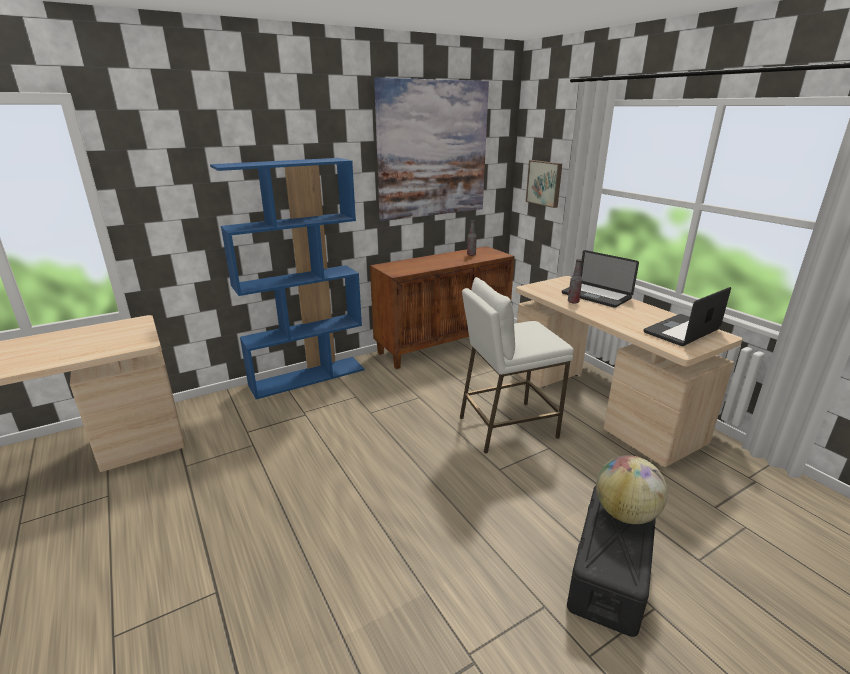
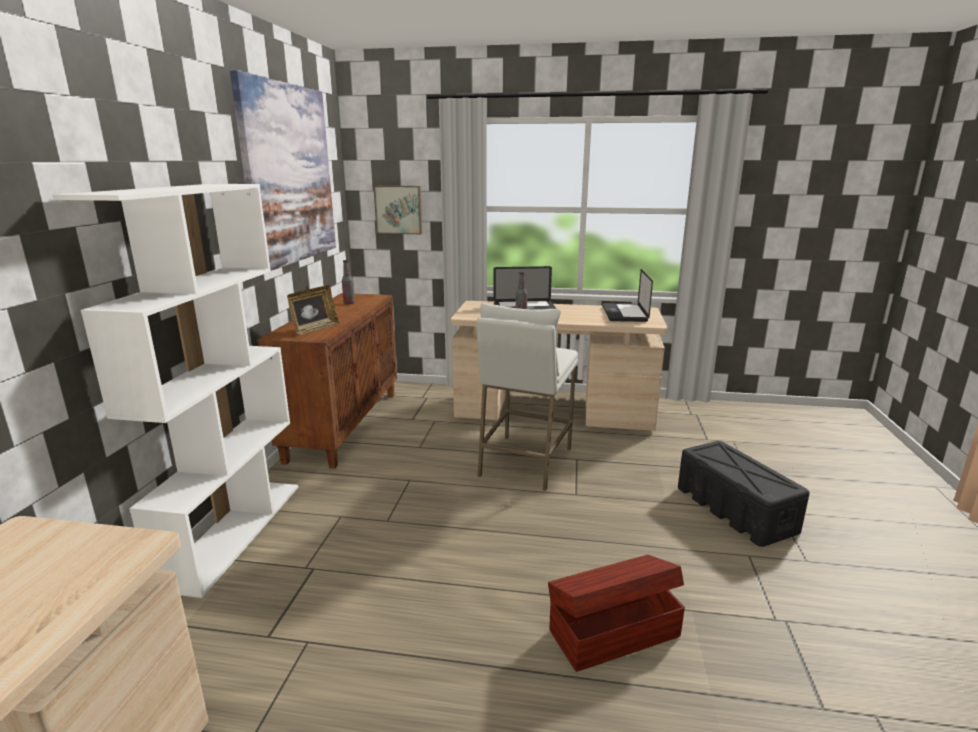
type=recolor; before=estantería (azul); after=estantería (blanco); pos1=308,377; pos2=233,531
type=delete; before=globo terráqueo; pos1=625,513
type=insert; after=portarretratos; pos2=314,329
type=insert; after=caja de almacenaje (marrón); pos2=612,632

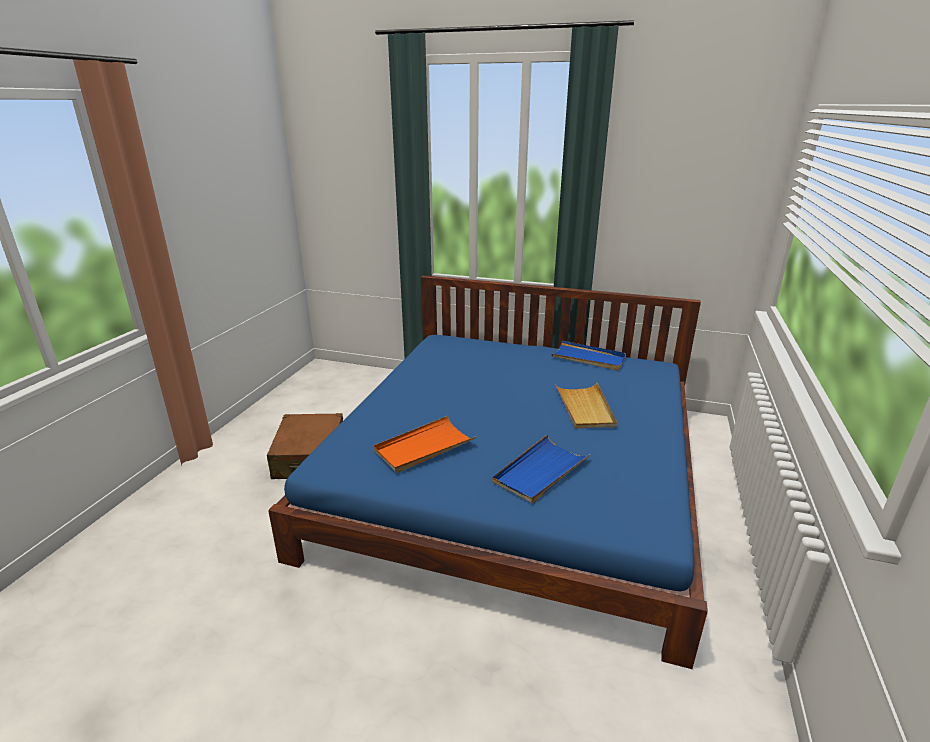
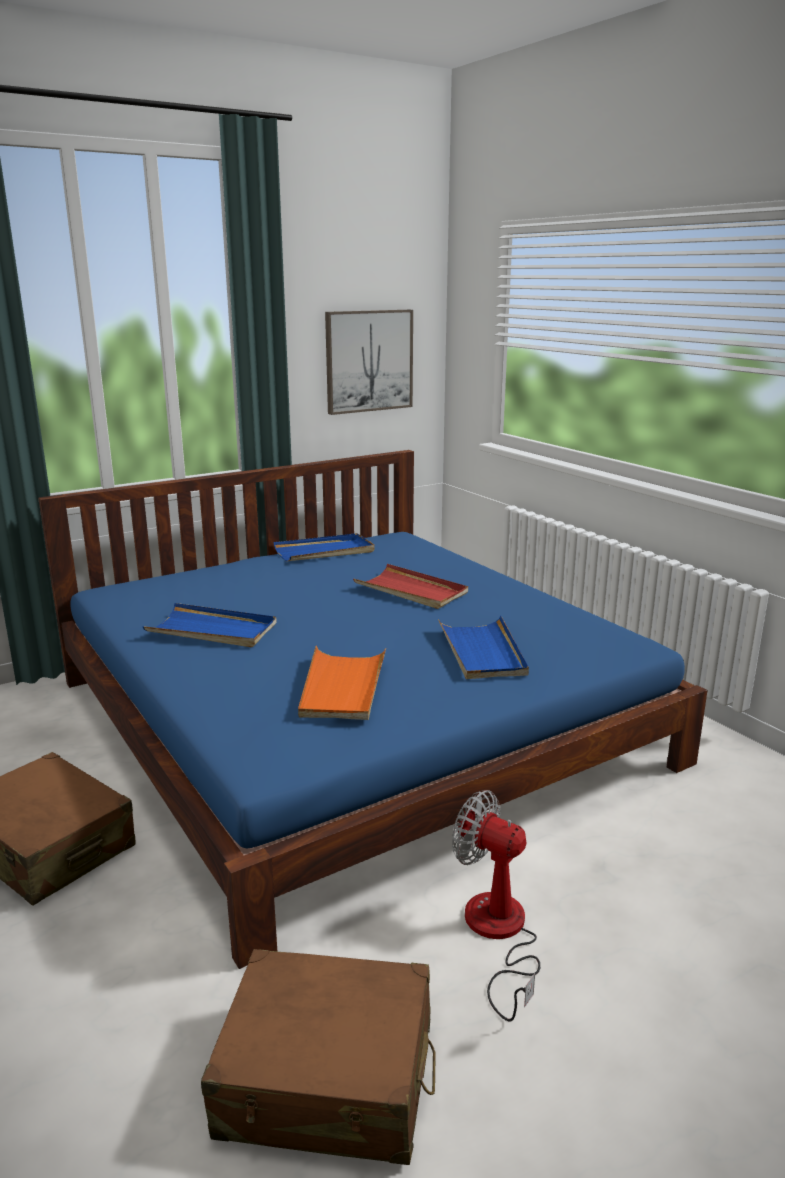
type=recolor; before=bandeja (beis); after=bandeja (rojo); pos1=585,408; pos2=411,590
type=insert; after=bandeja (azul); pos2=212,630
type=insert; after=maleta (marrón); pos2=327,1078
type=insert; after=cuadro; pos2=368,361
type=insert; after=ventilador; pos2=498,934

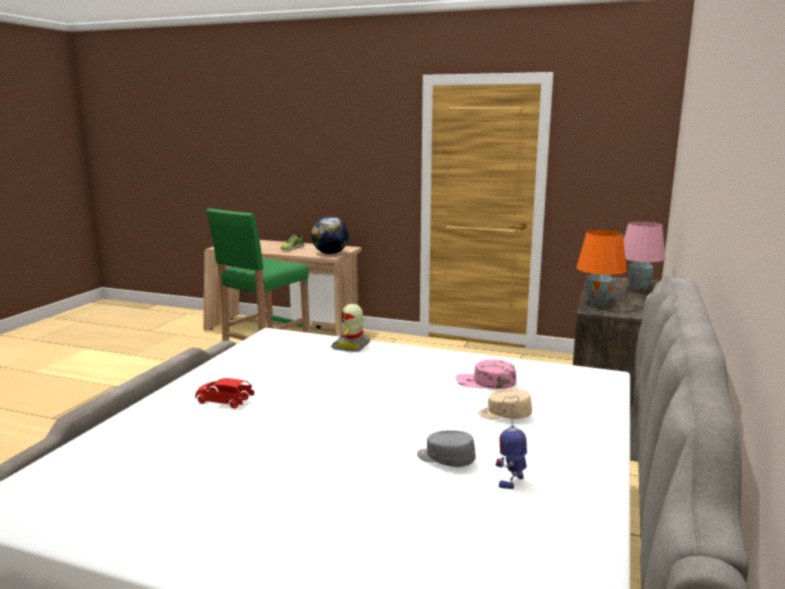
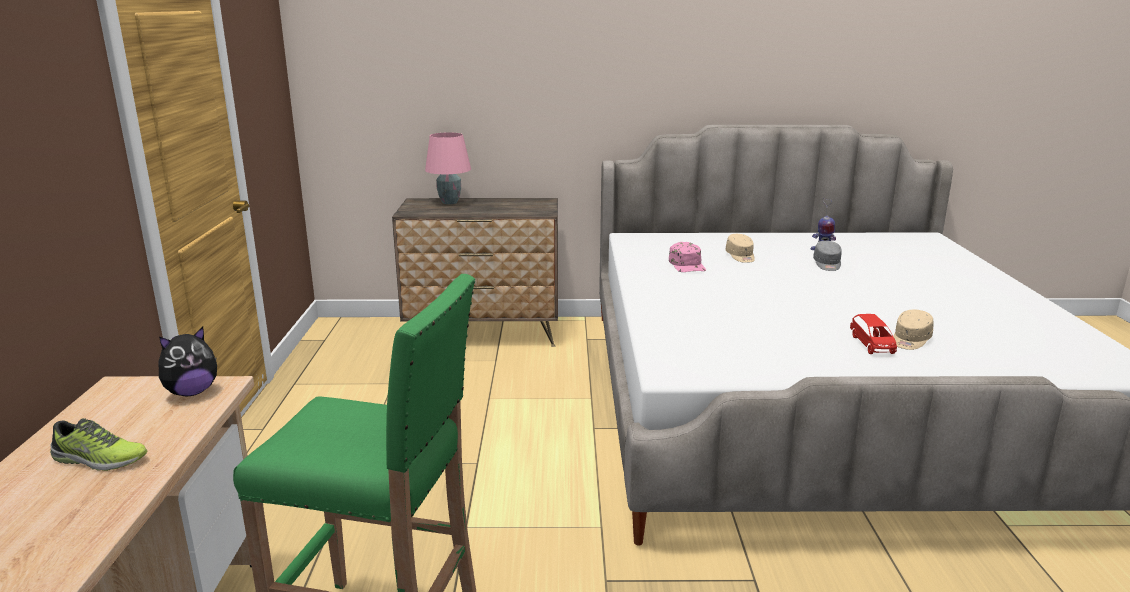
type=replace; before=globo terráqueo; after=peluche; pos1=330,253; pos2=191,392
type=delete; before=robot de juguete; pos1=352,346
type=delete; before=lámpara de mesa (naranja); pos1=598,303
type=insert; after=gorra (beis); pos2=910,340

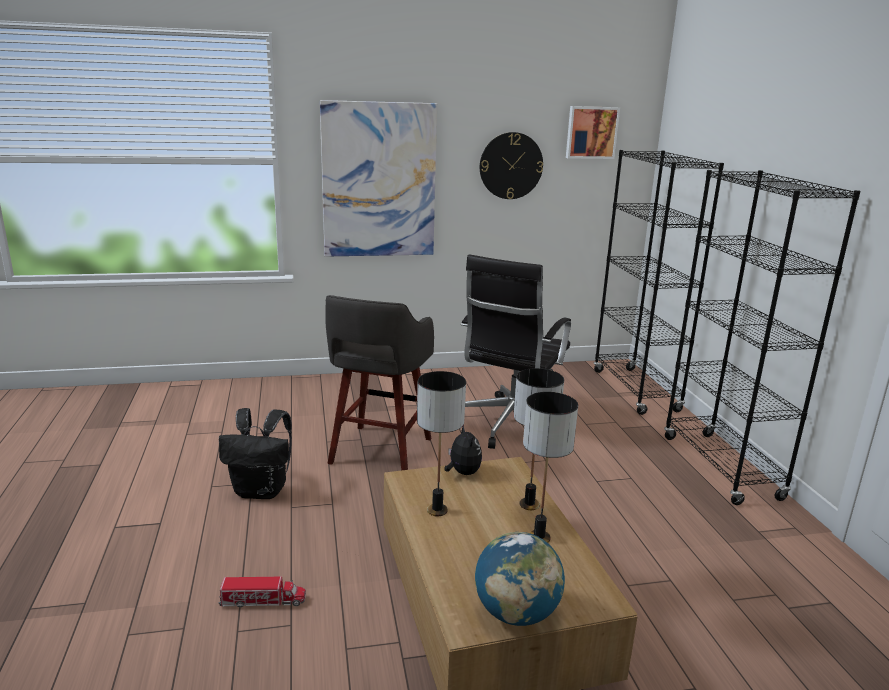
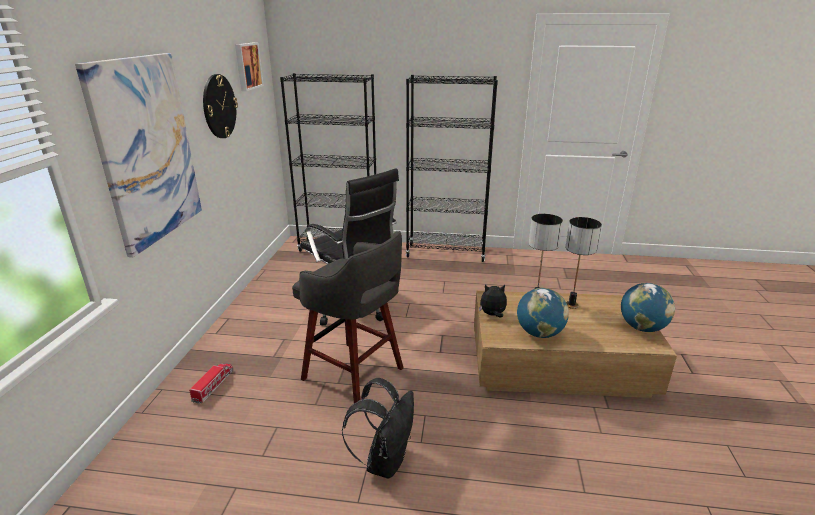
type=move; before=camión de juguete; pos1=263,601; pos2=213,385
type=replace; before=lámpara de mesa; after=globo terráqueo; pos1=438,510; pos2=539,333

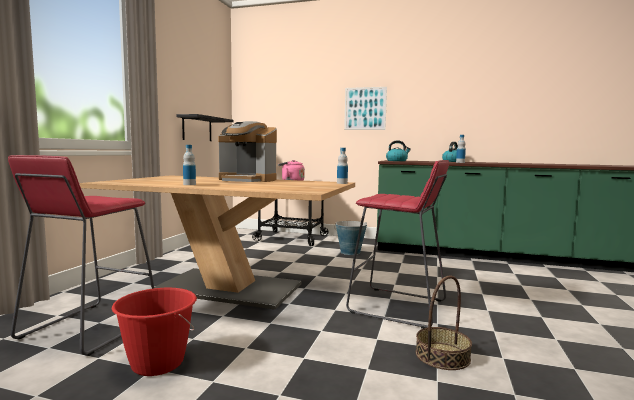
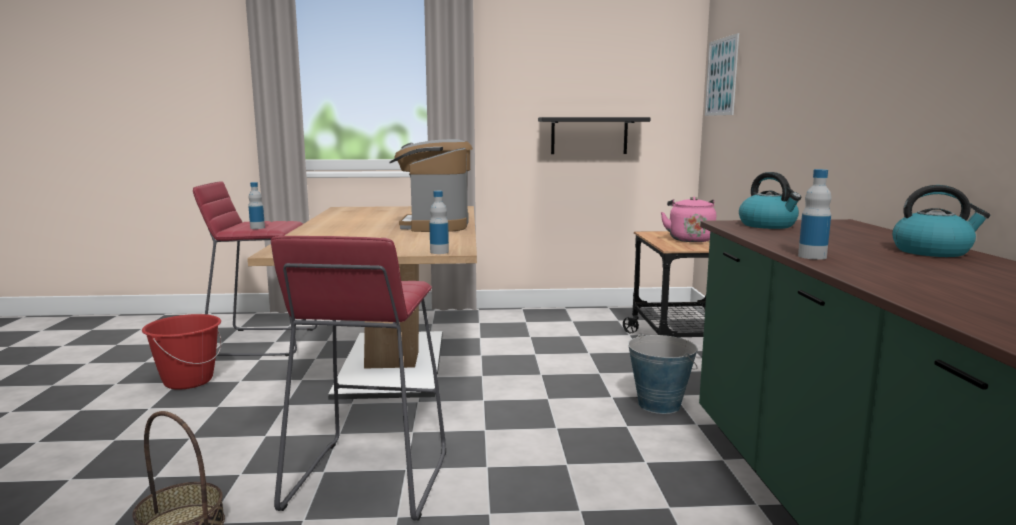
type=move; before=botella; pos1=189,184; pos2=257,228
type=move; before=cuadro; pos1=365,108; pos2=721,77

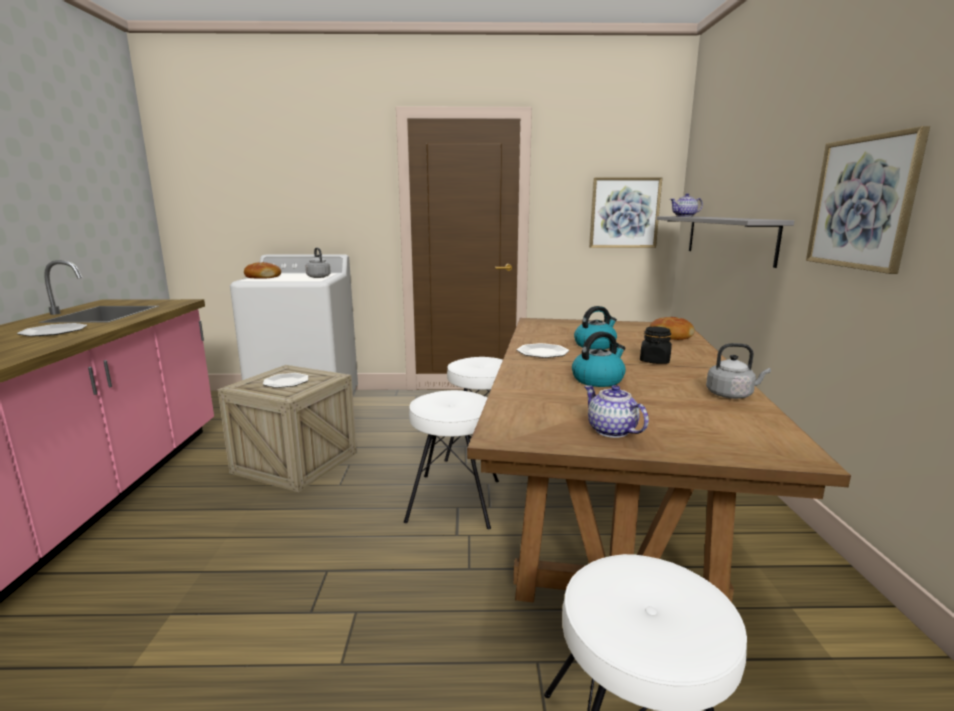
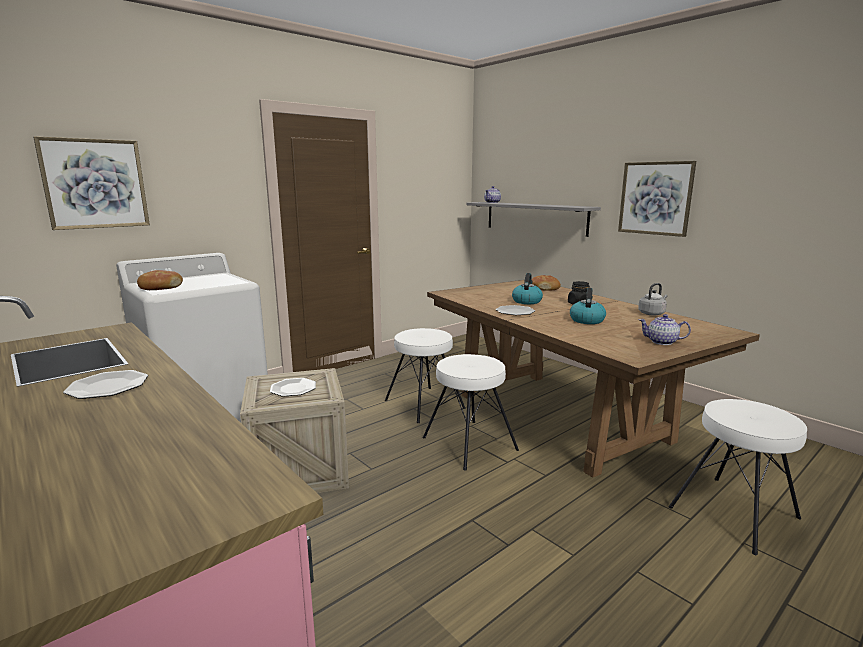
type=delete; before=hervidor (gris); pos1=318,277
type=move; before=cuadro; pos1=624,213; pos2=95,184

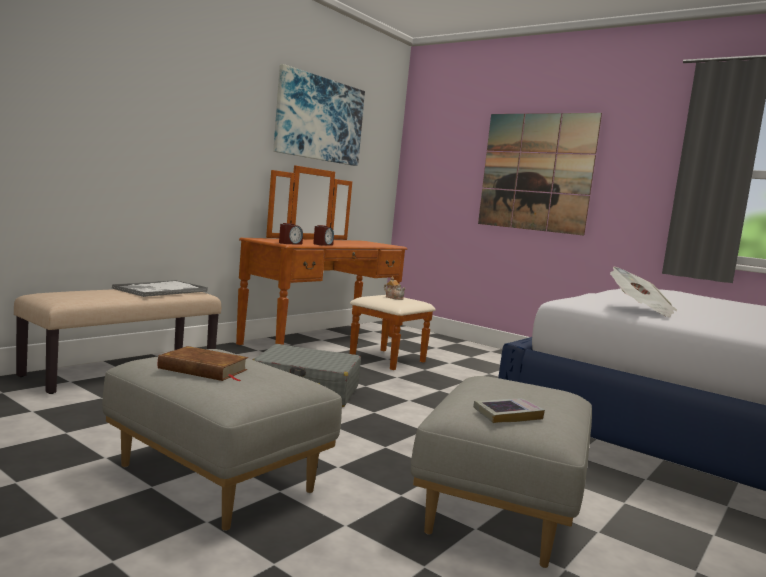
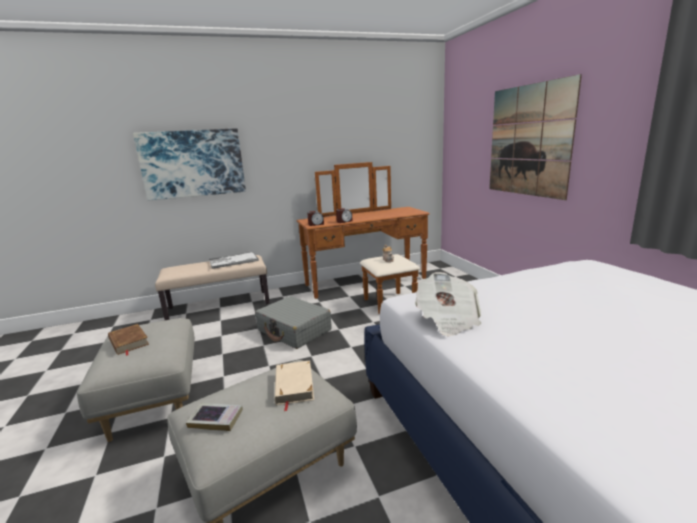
type=move; before=cuadro; pos1=320,119; pos2=193,163
type=insert; after=libro (beis); pos2=293,386

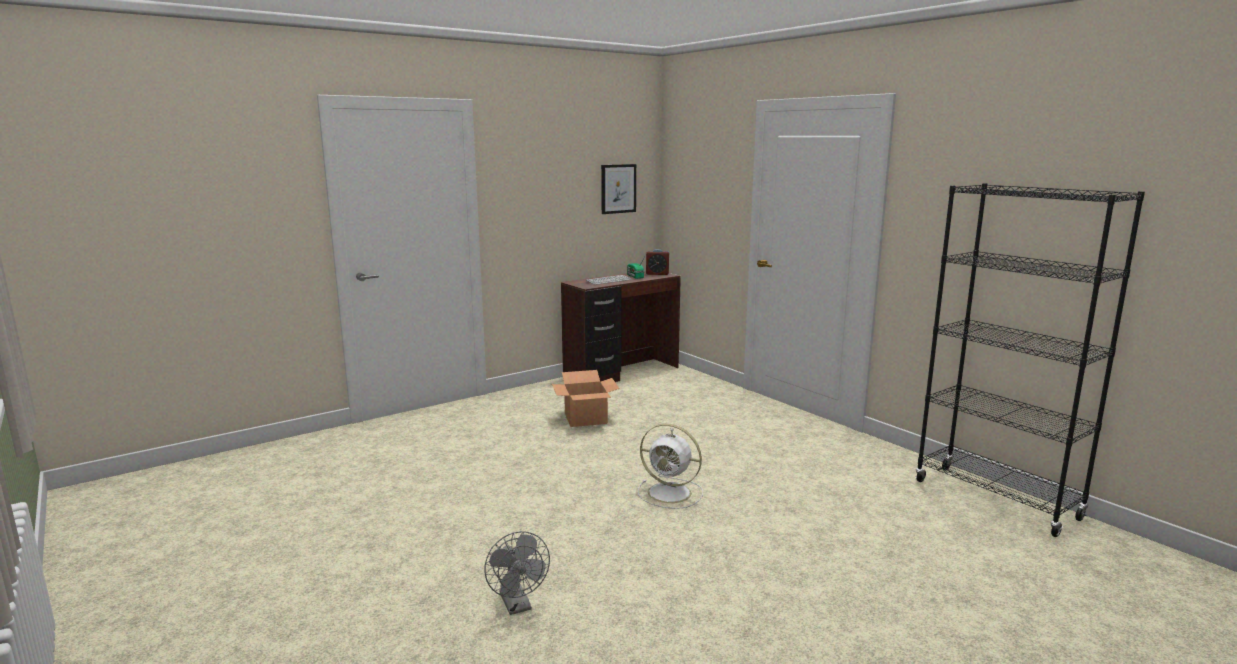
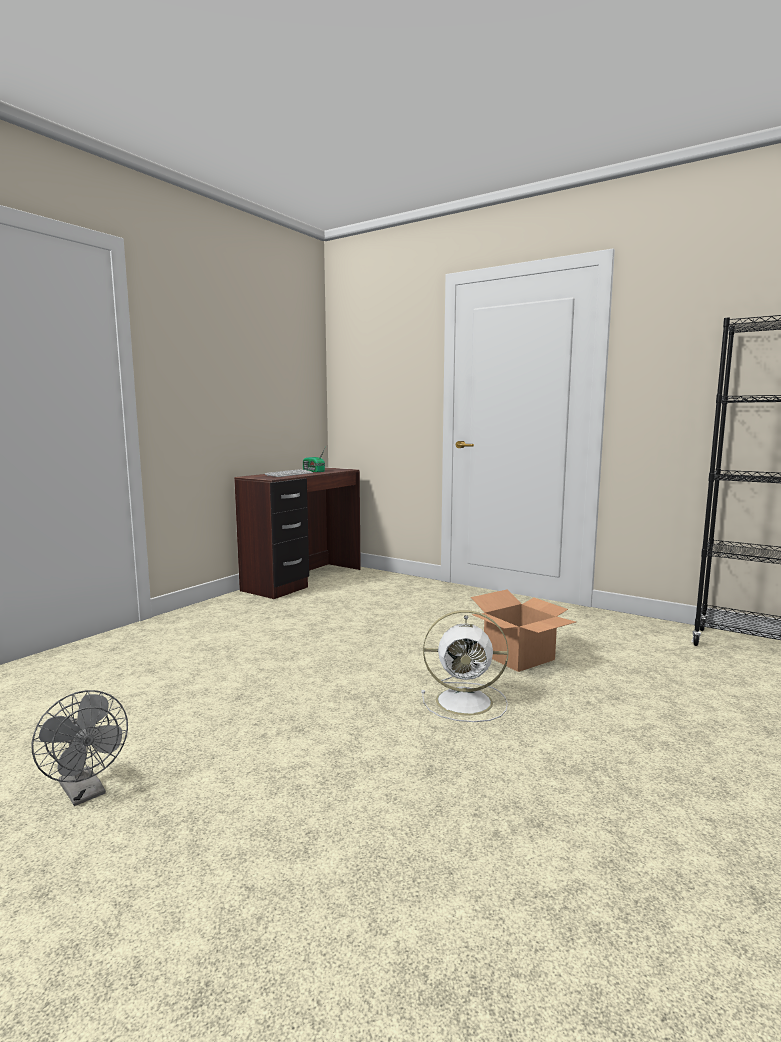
type=move; before=ventilador (gris); pos1=518,606; pos2=86,793
type=move; before=caja de cartón; pos1=586,418; pos2=519,657
type=delete; before=cuadro; pos1=618,188
type=delete; before=despertador; pos1=657,274

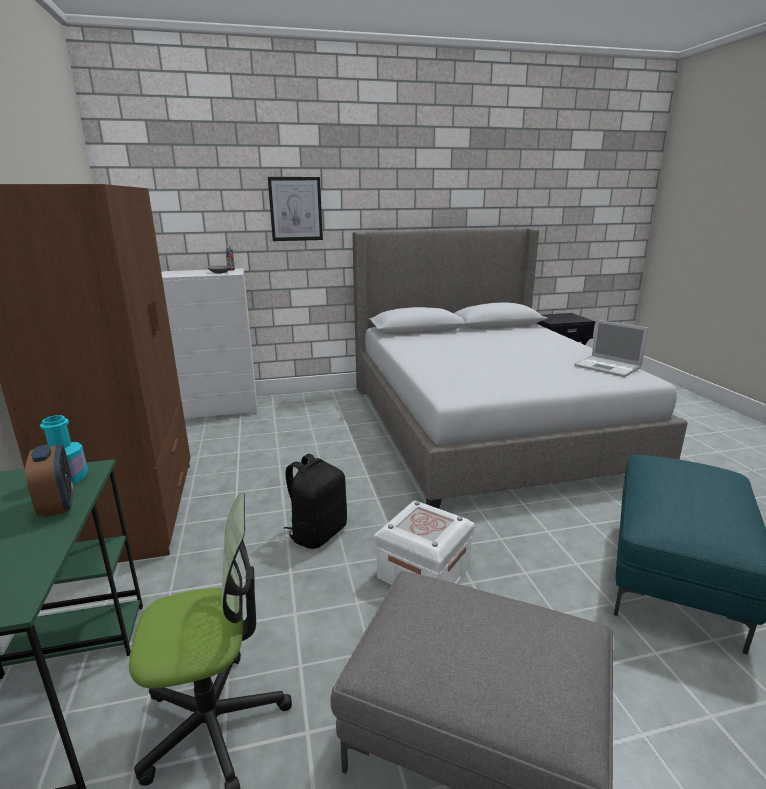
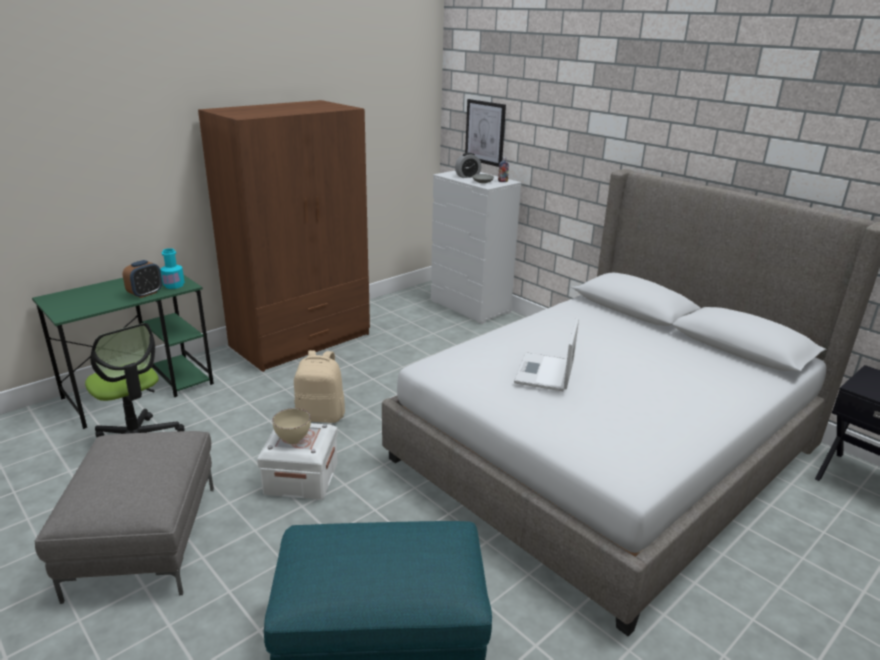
type=move; before=cuadro; pos1=295,209; pos2=485,132
type=recolor; before=mochila (negro); after=mochila (beis); pos1=318,533; pos2=321,416
type=move; before=portátil; pos1=608,367; pos2=544,373
type=insert; after=cuenco (beis); pos2=294,440
type=insert; after=despertador; pos2=467,176

